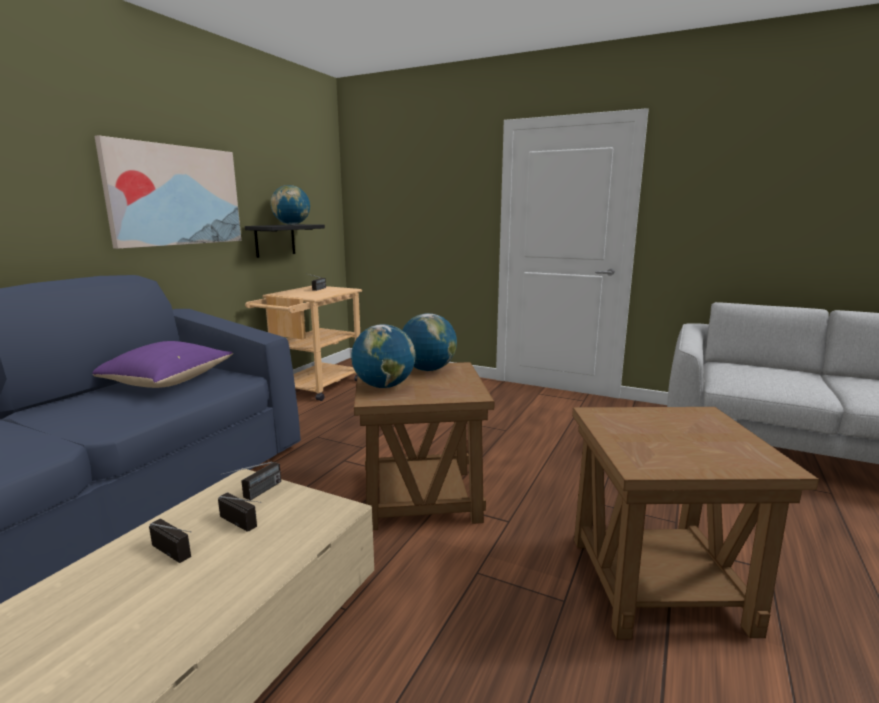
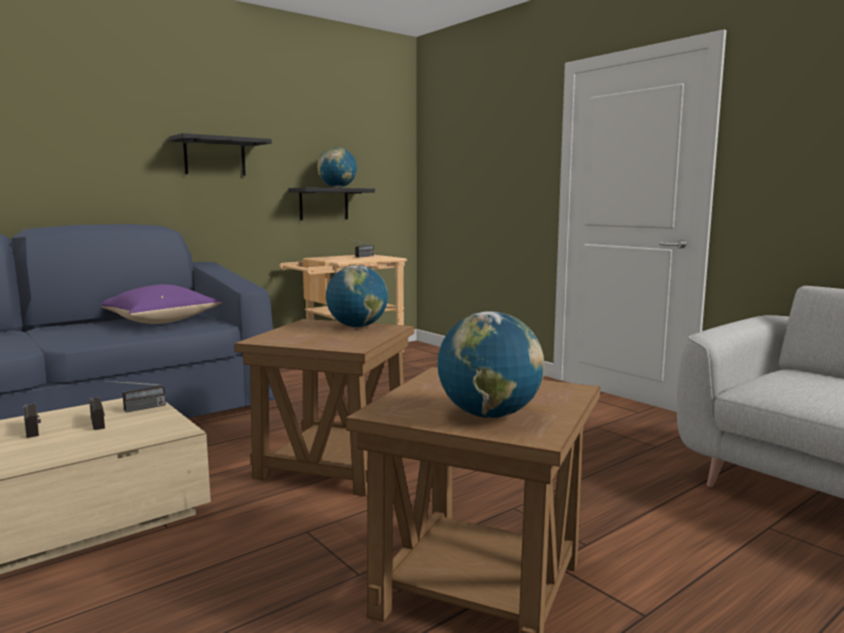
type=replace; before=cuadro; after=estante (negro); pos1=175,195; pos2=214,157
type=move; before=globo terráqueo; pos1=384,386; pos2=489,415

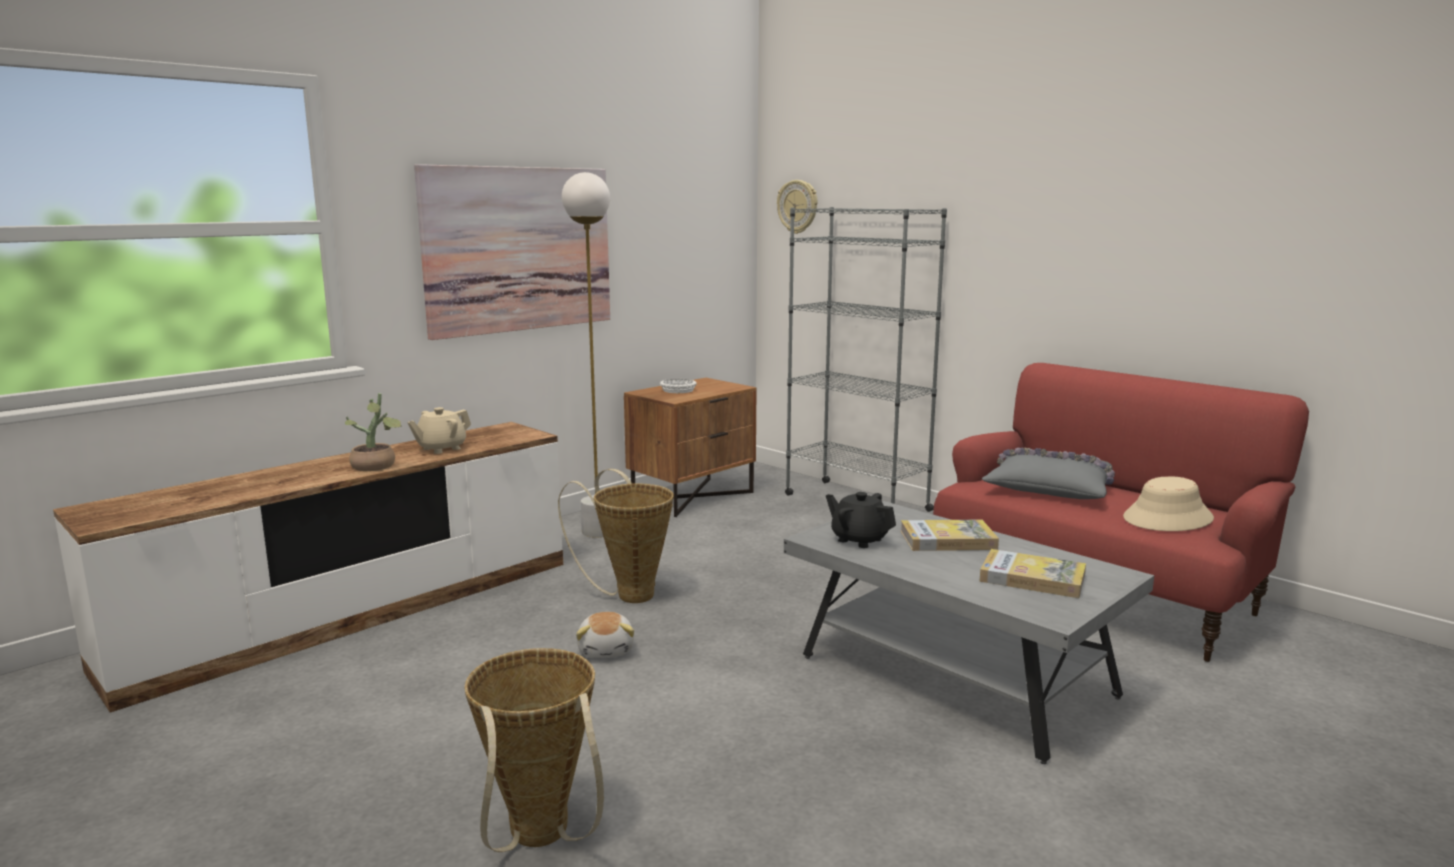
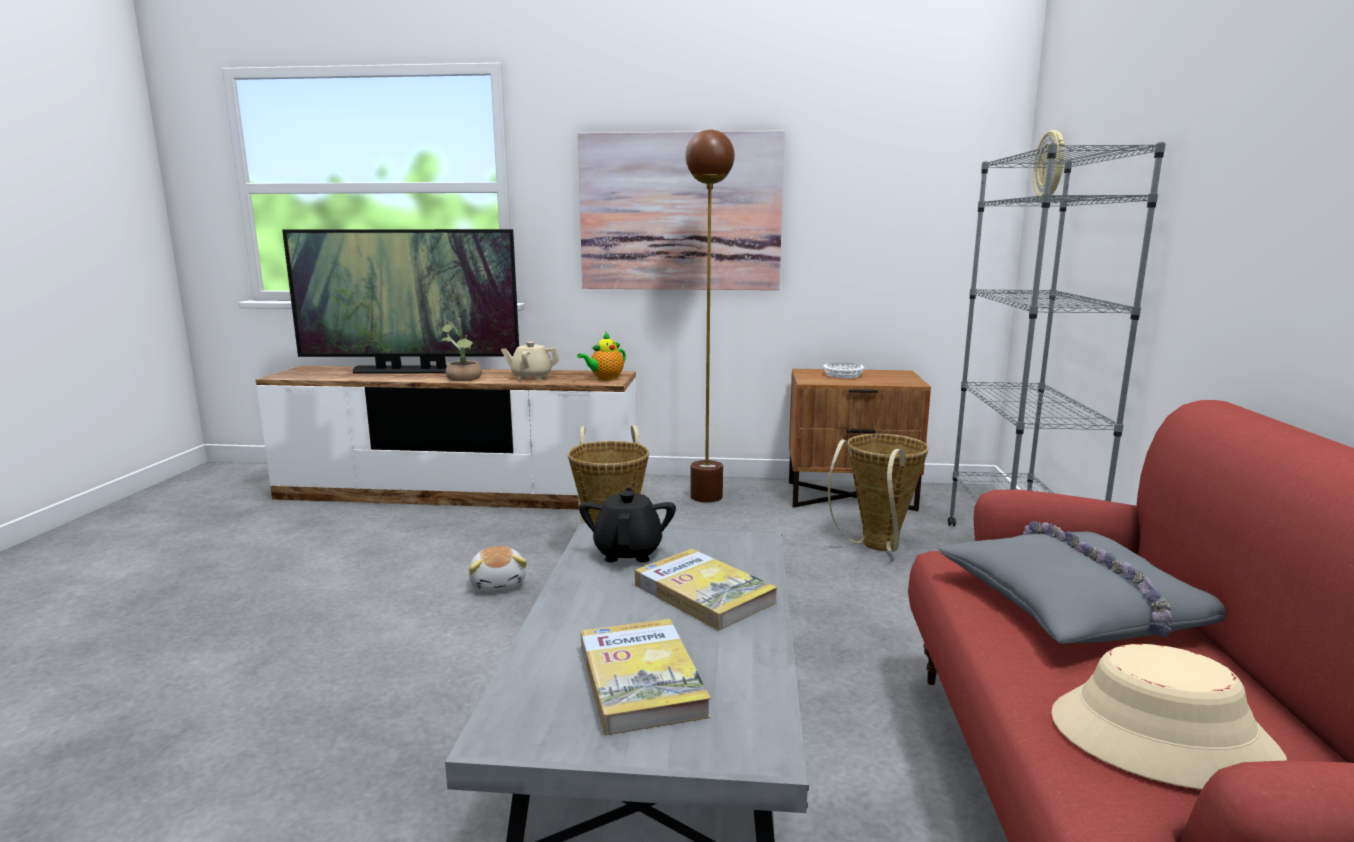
type=move; before=cesta; pos1=539,840; pos2=876,547
type=recolor; before=lámpara de pie (blanco); after=lámpara de pie (marrón); pos1=598,532; pos2=706,497
type=rotate; before=peluche; pos1=607,650; pos2=499,583; turn=-60
type=insert; after=televisor; pos2=411,371
type=insert; after=tetera; pos2=605,378

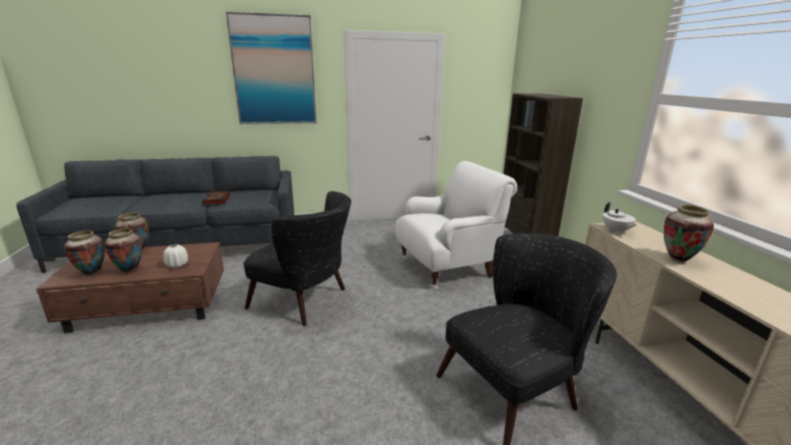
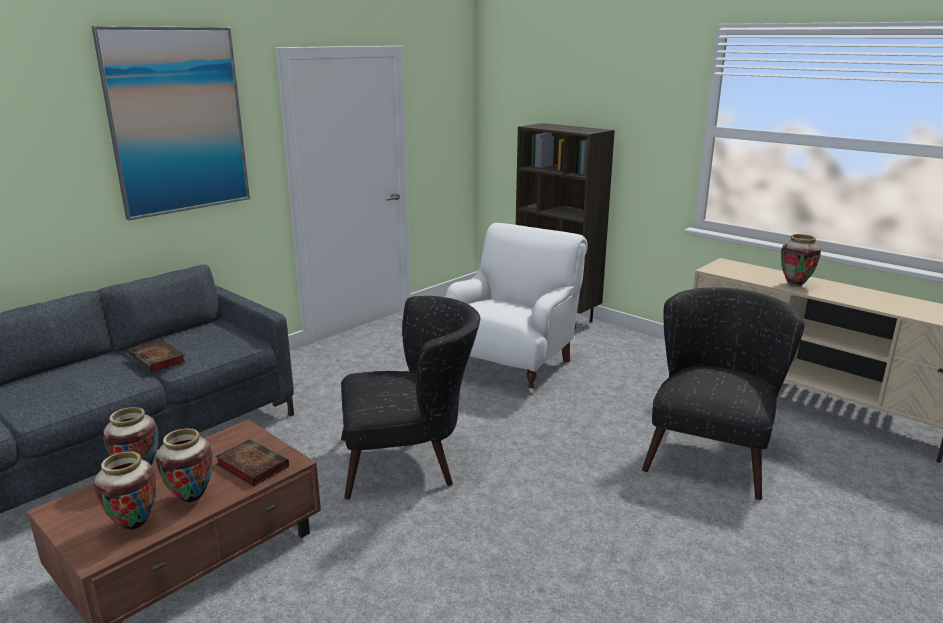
type=replace; before=florero (blanco); after=libro; pos1=177,265; pos2=250,465
type=delete; before=tetera (blanco); pos1=615,231

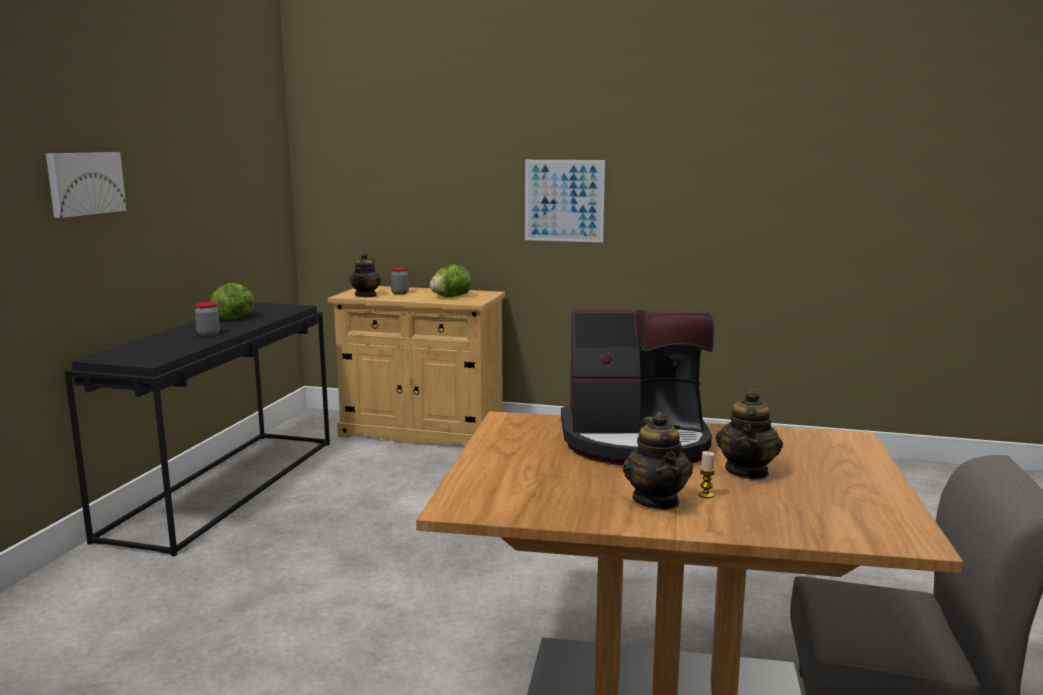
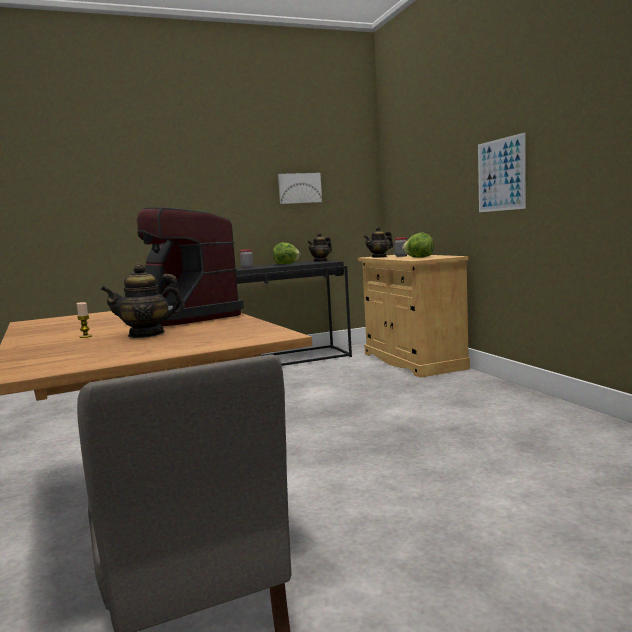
type=move; before=cuadro; pos1=84,183; pos2=299,188
type=move; before=tetera; pos1=656,500; pos2=321,261

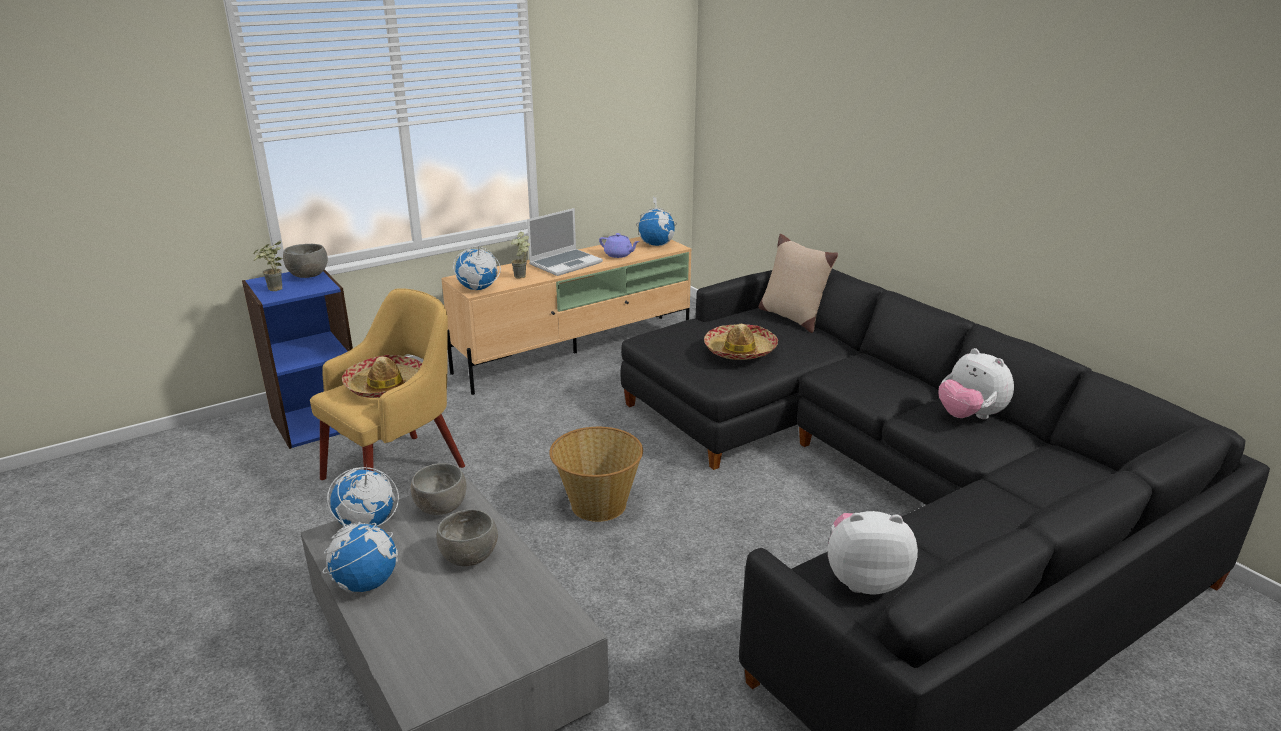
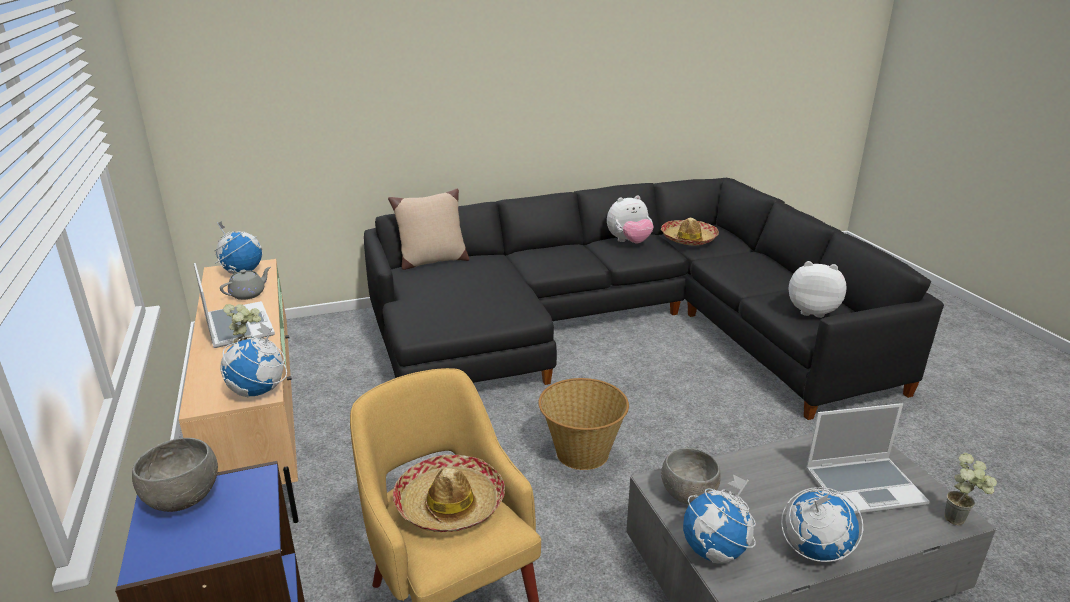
type=move; before=planta en maceta; pos1=274,290; pos2=960,520
type=delete; before=cuenco (gris); pos1=470,557
type=recolor; before=tetera (morado); after=tetera (gris); pos1=619,255; pos2=248,294
type=move; before=sombrero; pos1=740,350; pos2=688,239
type=rotate; before=peluche; pos1=864,580; pos2=812,311; turn=90
type=insert; after=portátil; pos2=864,486

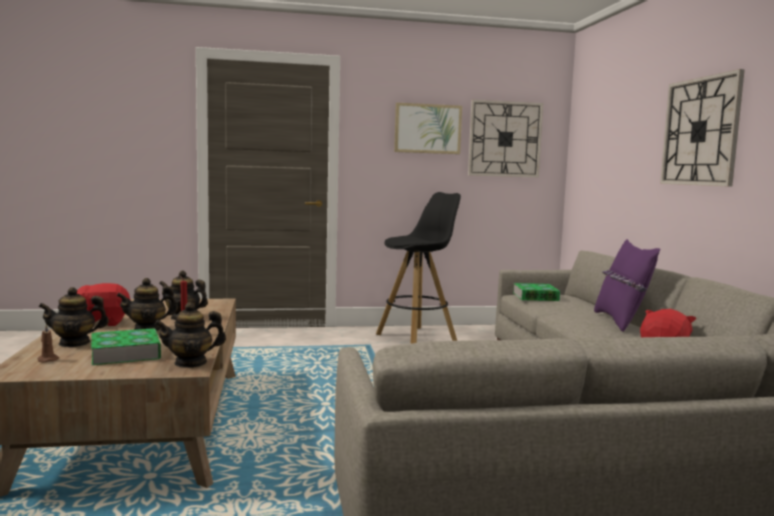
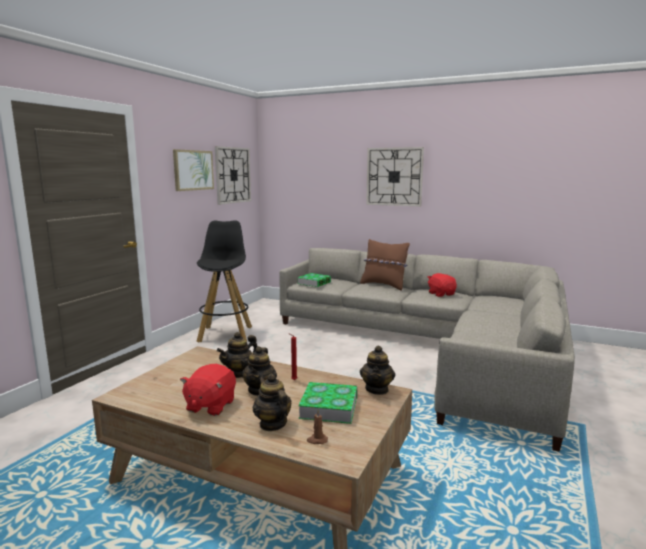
type=rotate; before=tetera; pos1=74,343; pos2=272,424; turn=135
type=recolor; before=cojín (morado); after=cojín (marrón); pos1=621,321; pos2=384,285

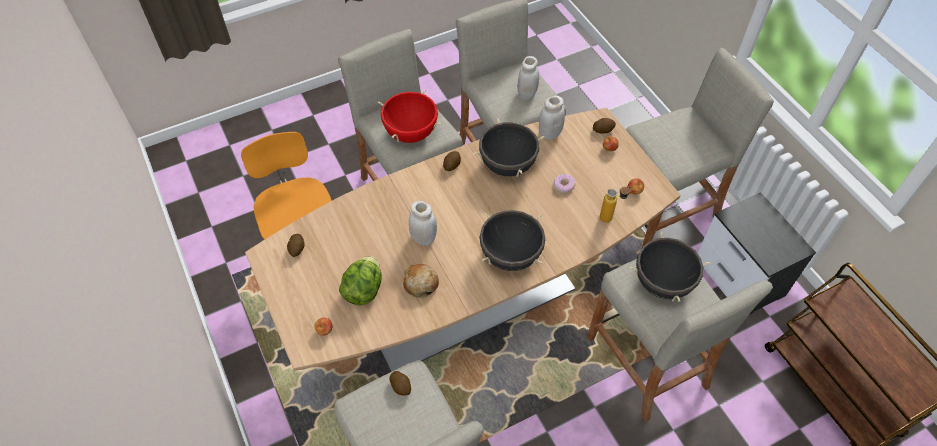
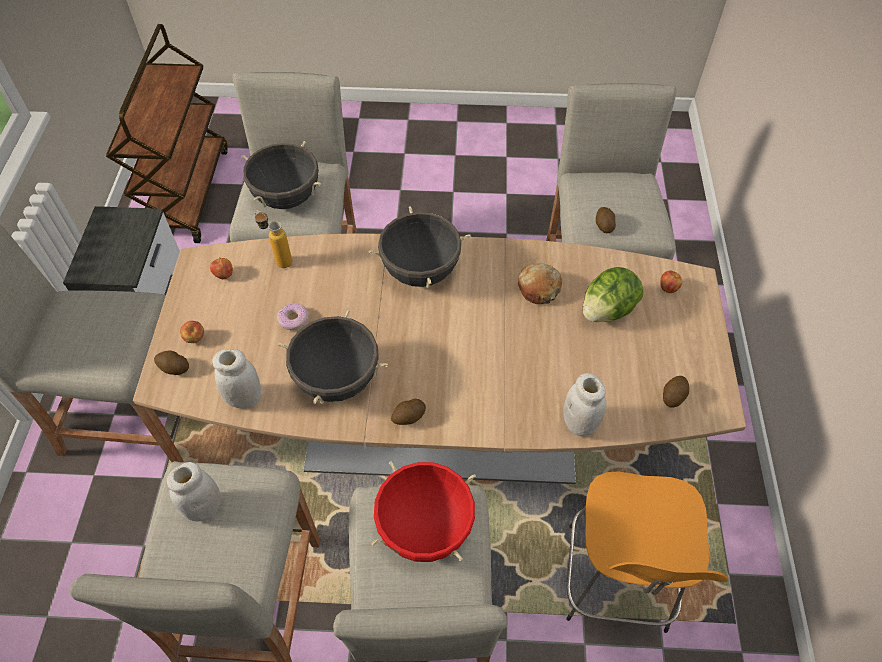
type=move; before=tarro (blanco); pos1=423,238; pos2=579,423

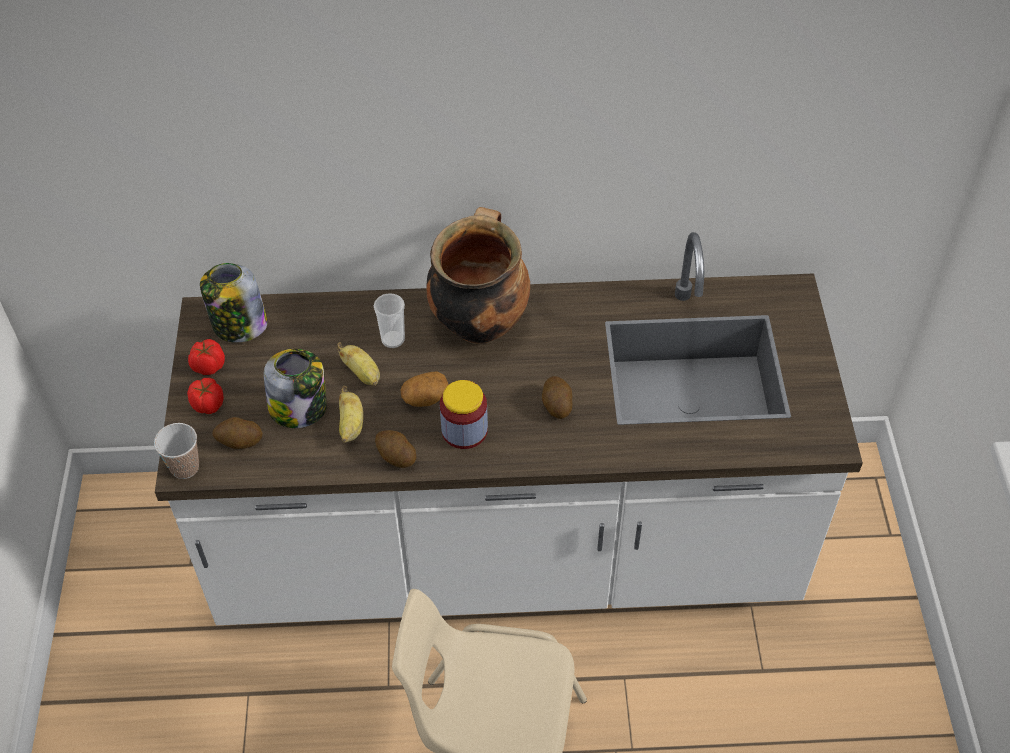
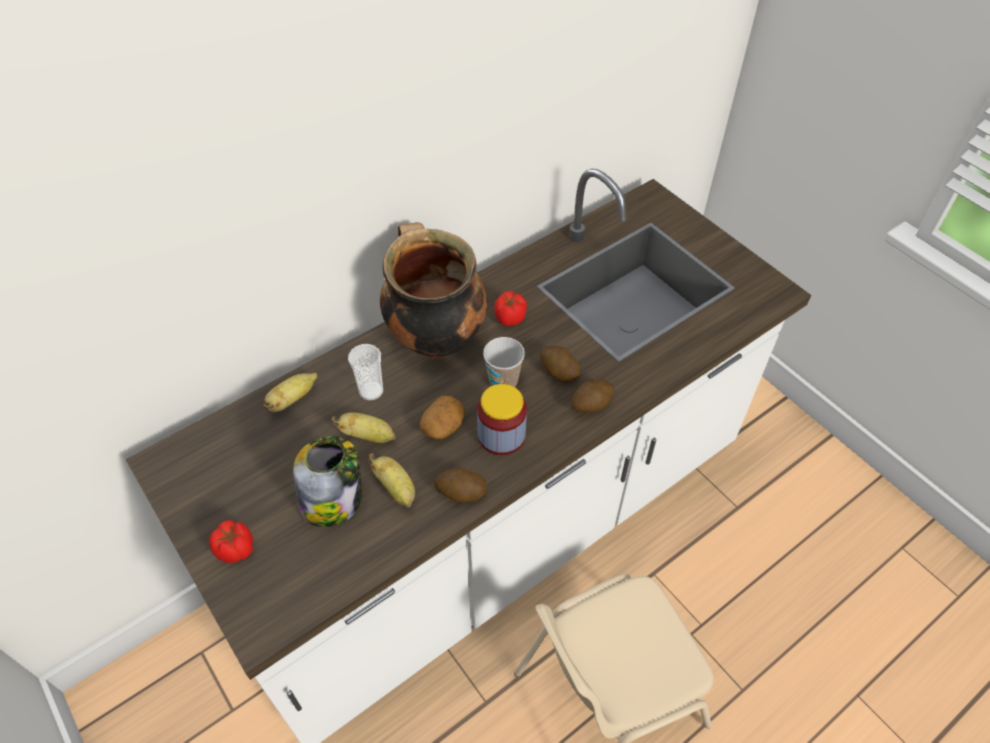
type=move; before=taza; pos1=185,467; pos2=503,382
type=move; before=tomate; pos1=208,366; pos2=509,318
type=delete; before=tarro; pos1=239,326
type=move; before=patata; pos1=239,441; pos2=591,405
type=insert; after=plátano; pos2=292,400

